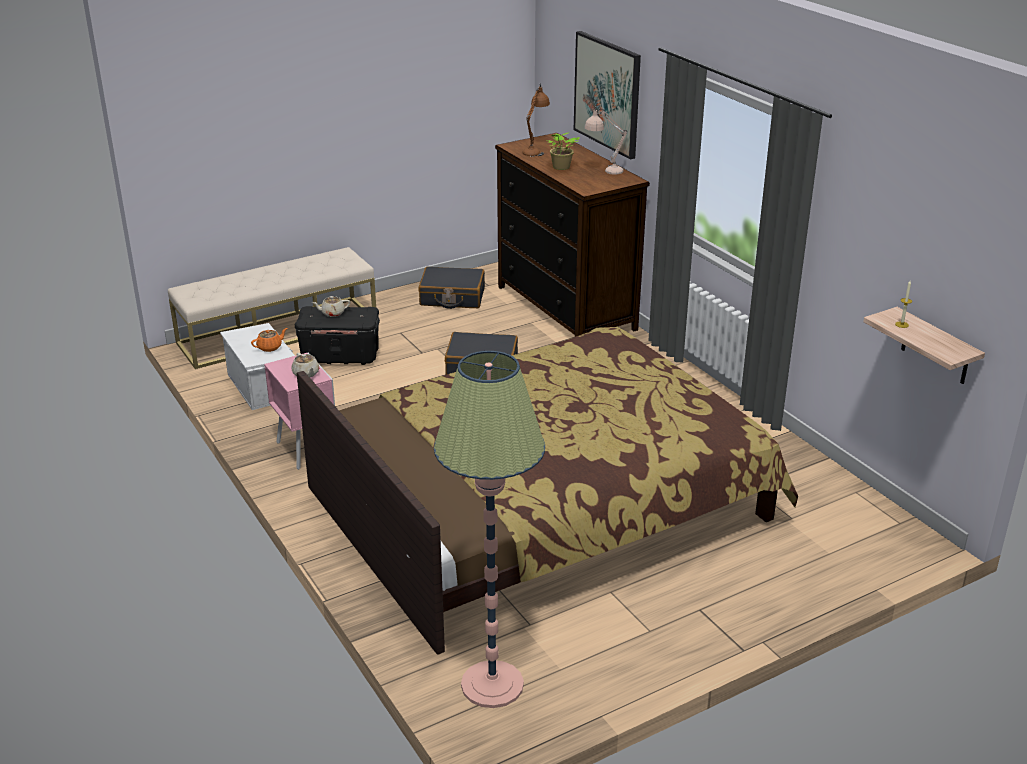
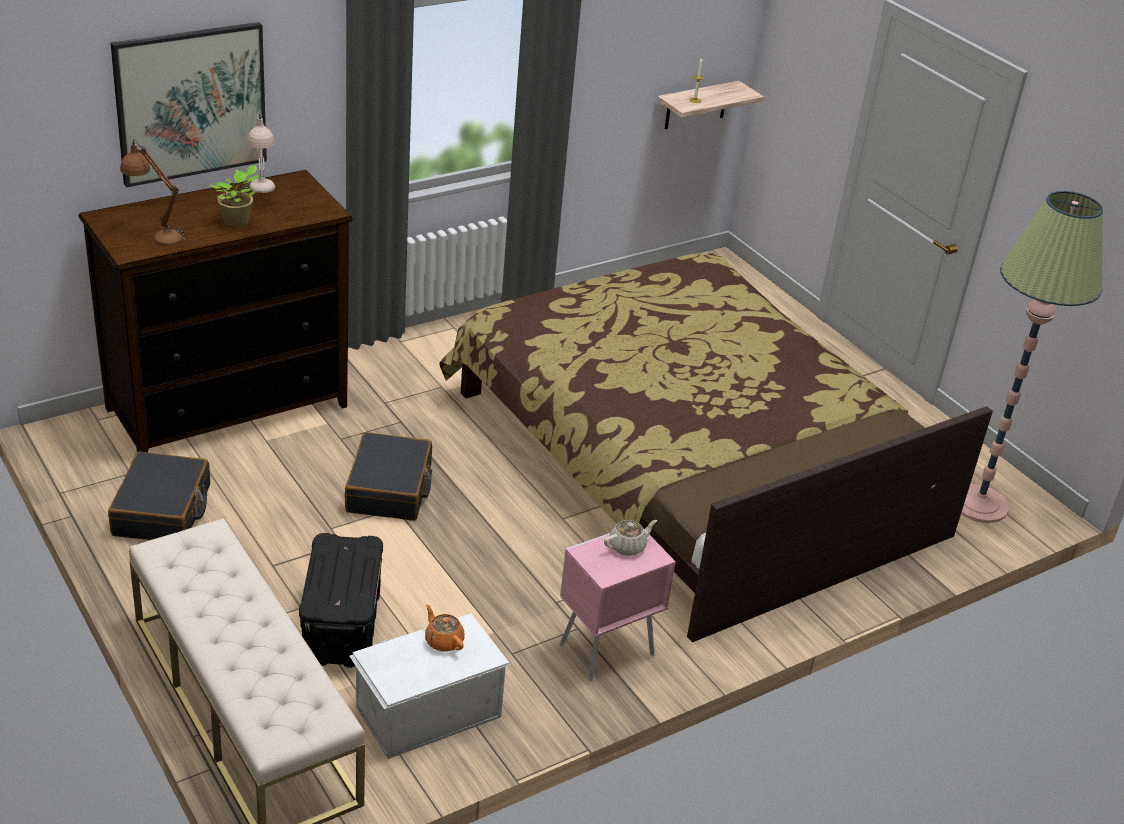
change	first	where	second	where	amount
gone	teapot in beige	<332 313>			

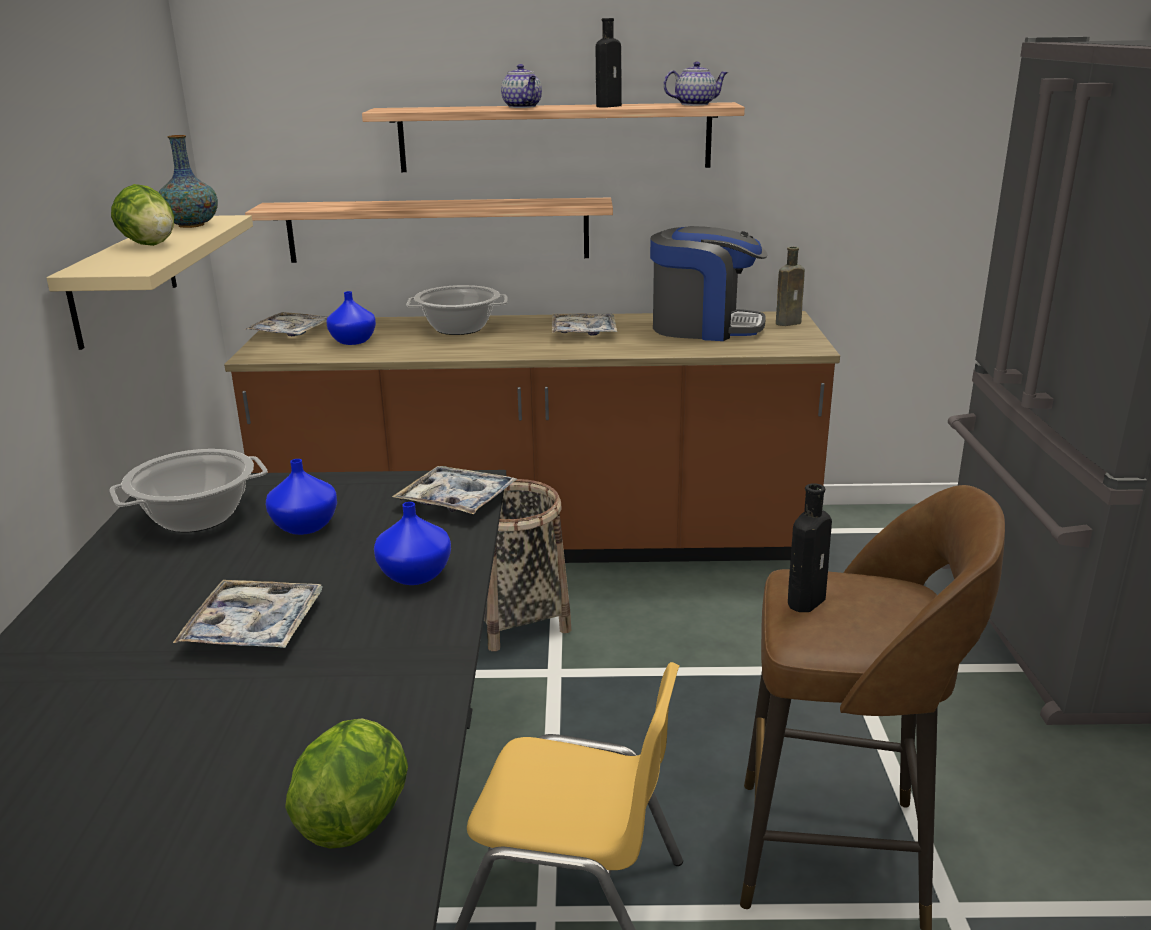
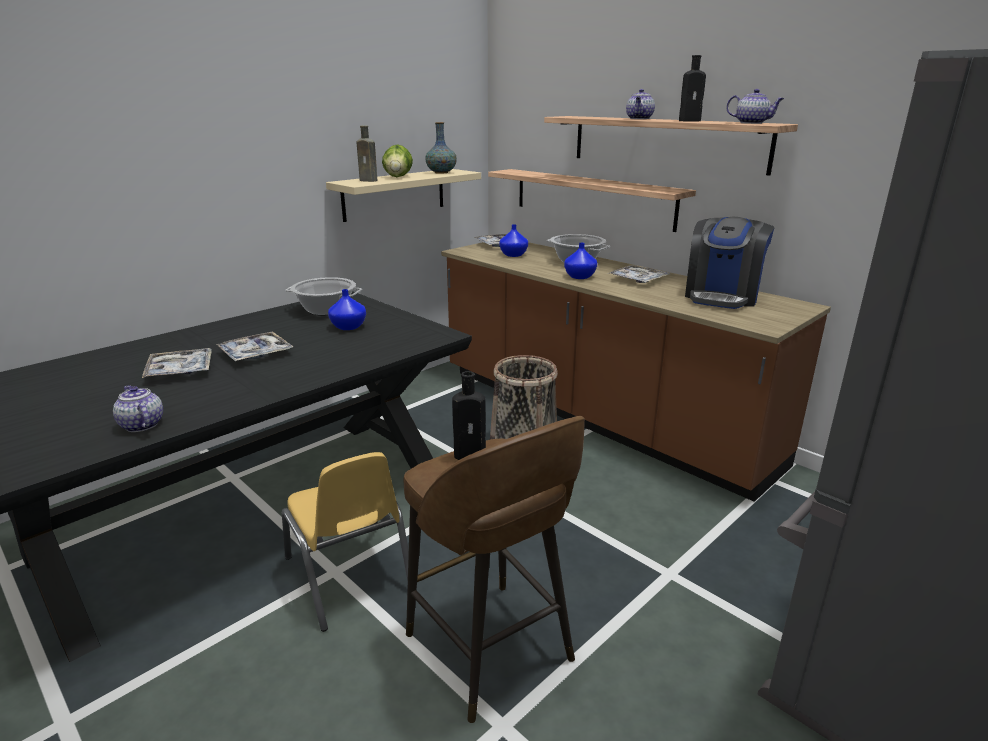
change	first	where	second	where	amount
swapped	lettuce	<356 817>	teapot	<141 425>	
shifted	tray	<456 500>		<180 370>	
shifted	bottle in brown	<790 322>		<369 180>	
shifted	vase in blue	<414 574>		<580 276>	
rotated	coffee machine	<704 327>		<722 296>	60 degrees clockwise

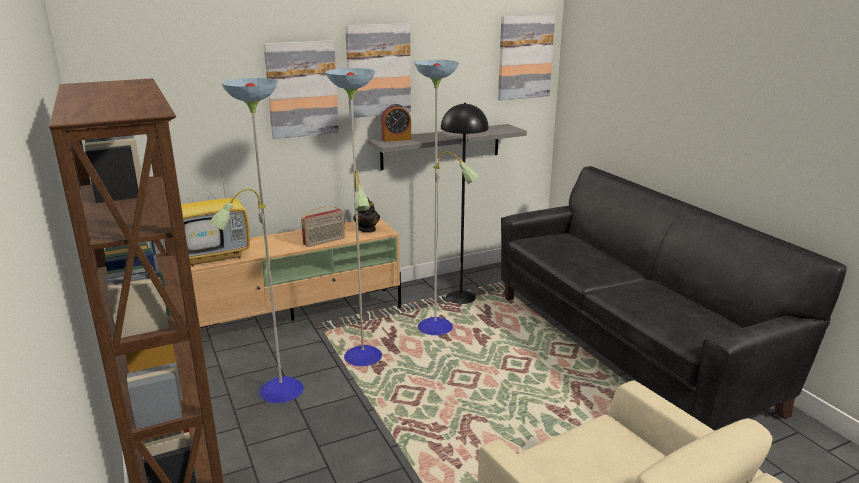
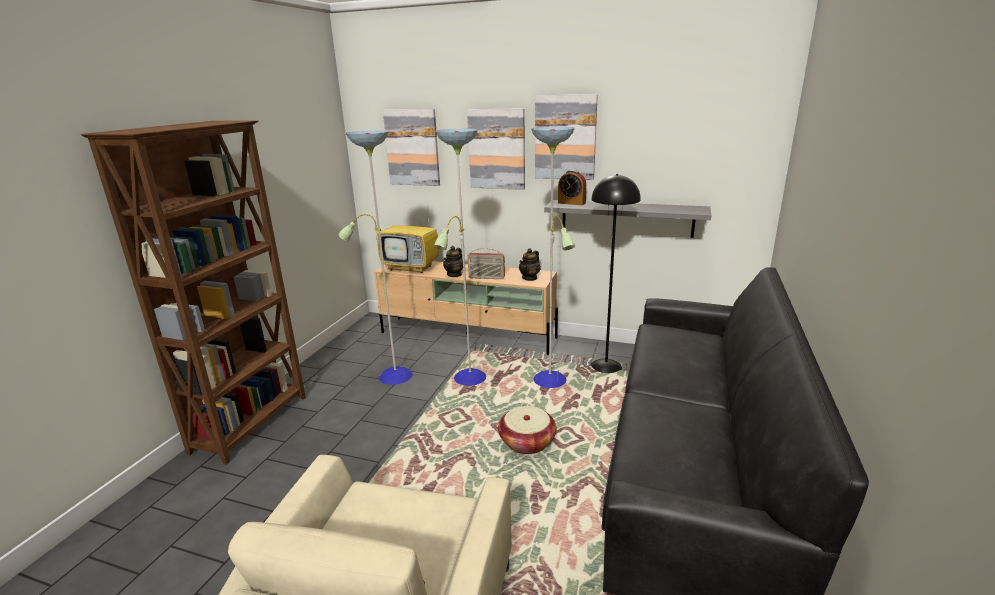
change	first	where	second	where	amount
shifted	picture	<525 57>		<412 147>	
new			teapot	<454 274>	
new			basket	<527 442>	

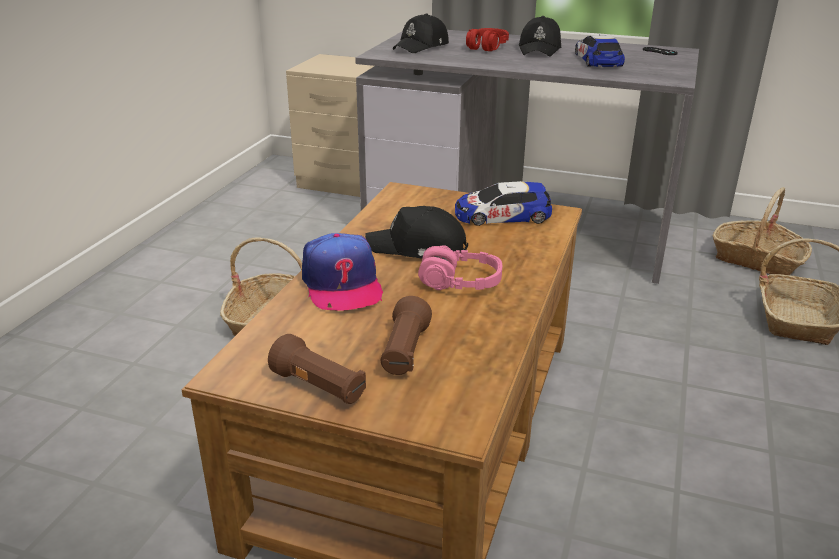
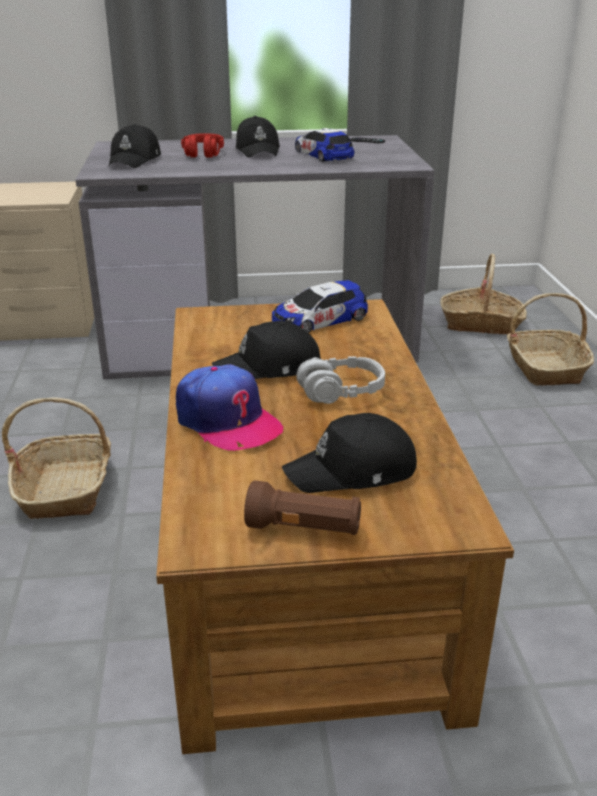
change	first	where	second	where	amount
swapped	flashlight in brown	<404 352>	cap in black	<353 471>	
repainted	headphones in pink	<460 282>	headphones in grey	<341 391>	

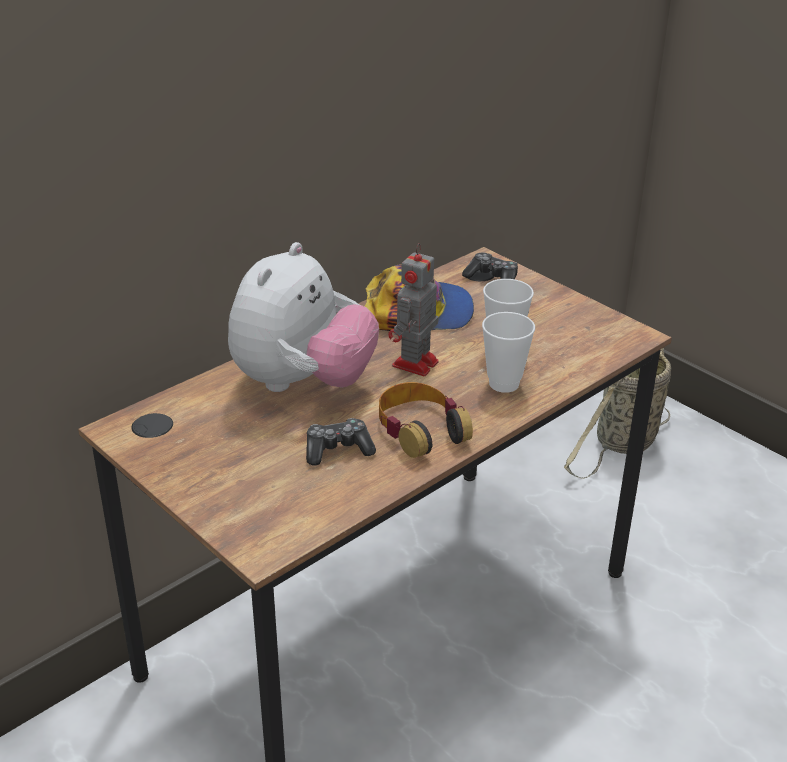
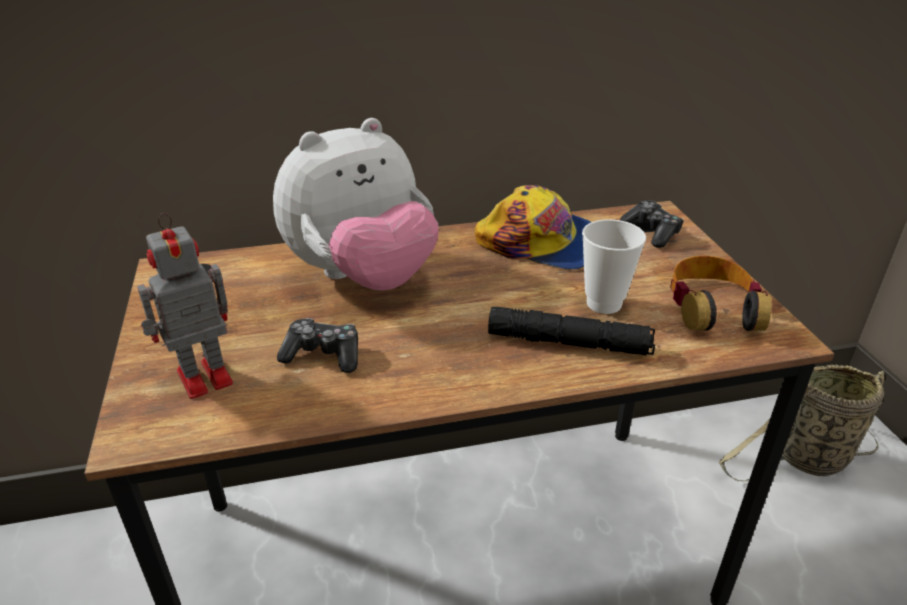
change	first	where	second	where	amount
shifted	toy robot	<414 365>		<201 378>	
swapped	cup	<504 384>	flashlight in black	<569 343>	
shifted	headphones	<420 429>		<712 306>	

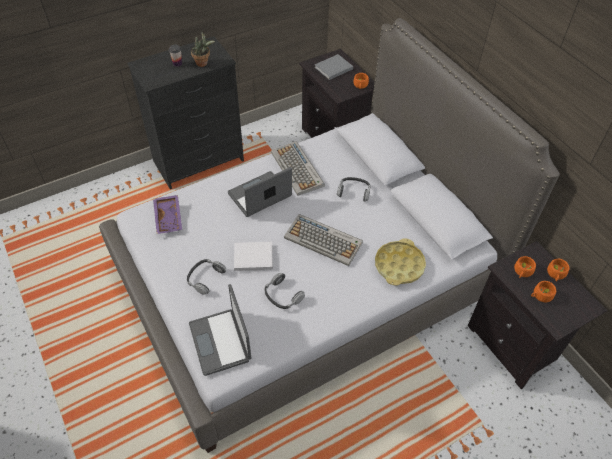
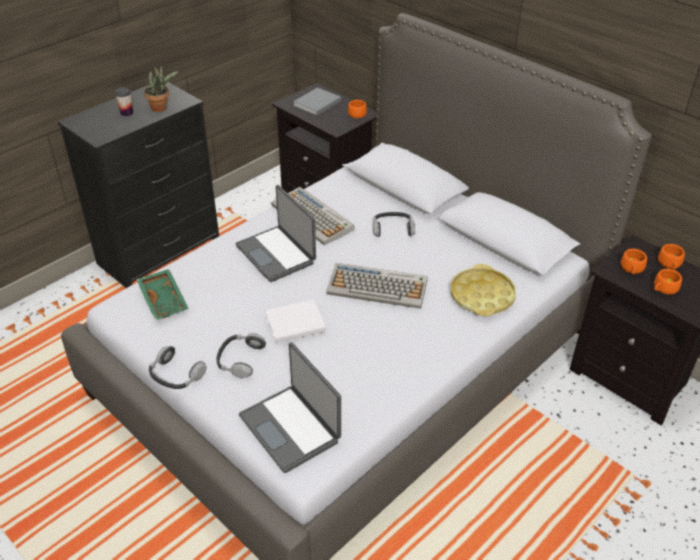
change	first	where	second	where	amount
repainted	tray in purple	<169 218>	tray in green	<164 300>	
shifted	headphones	<282 295>		<176 375>	
rotated	laptop	<260 196>		<277 254>	75 degrees counterclockwise

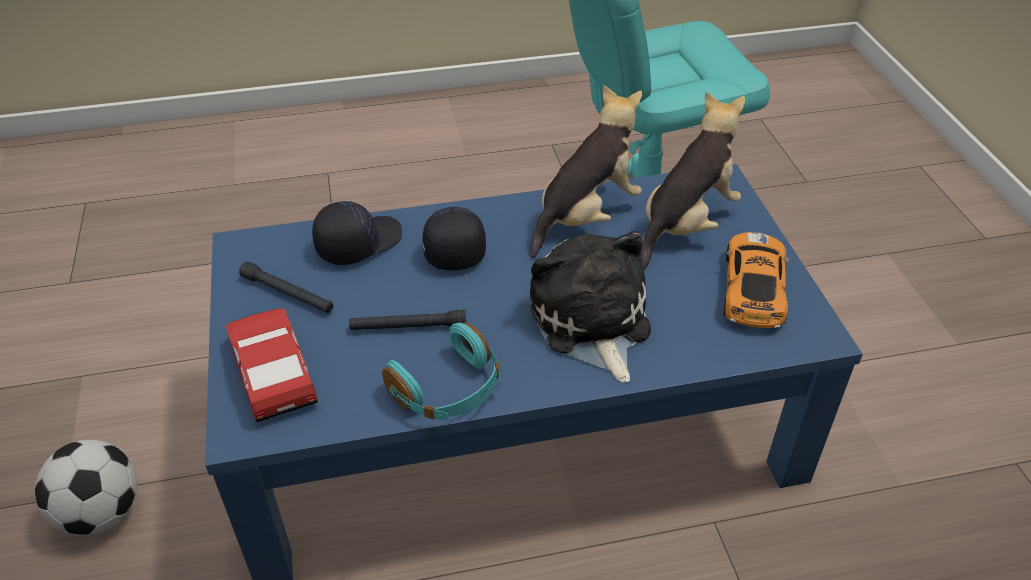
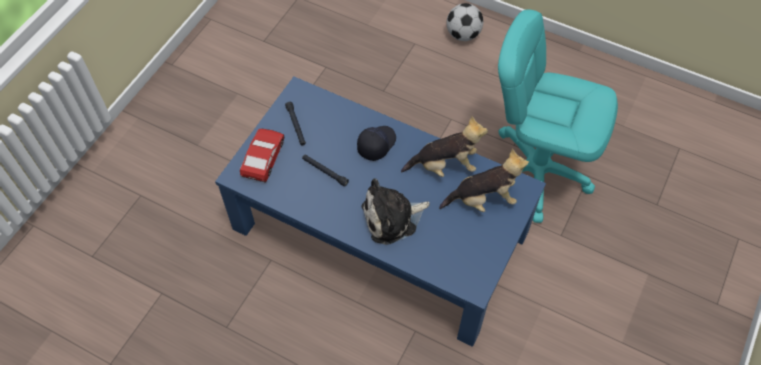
change	first	where	second	where	amount
rotated	plush toy	<591 323>		<392 218>	135 degrees counterclockwise
shifted	football	<101 514>		<463 35>	
gone	cap in black	<358 242>			
gone	headphones in turquoise	<449 390>			
gone	toy car	<753 289>			

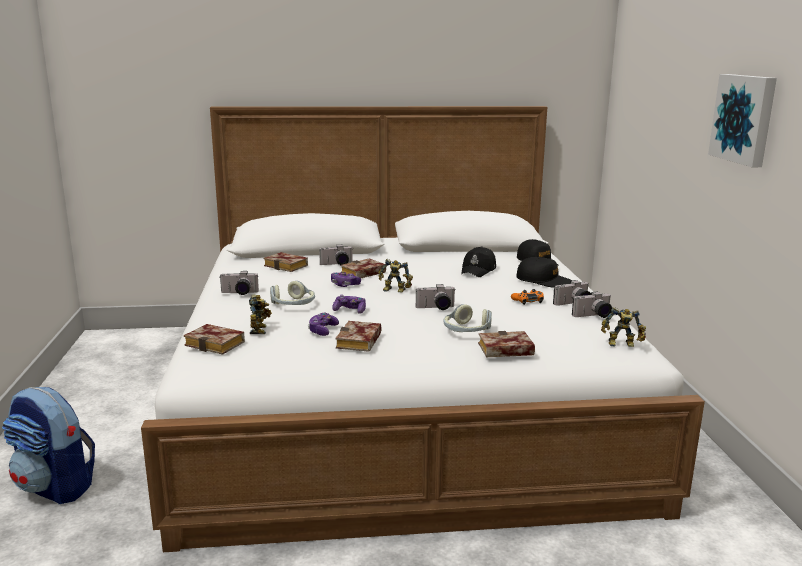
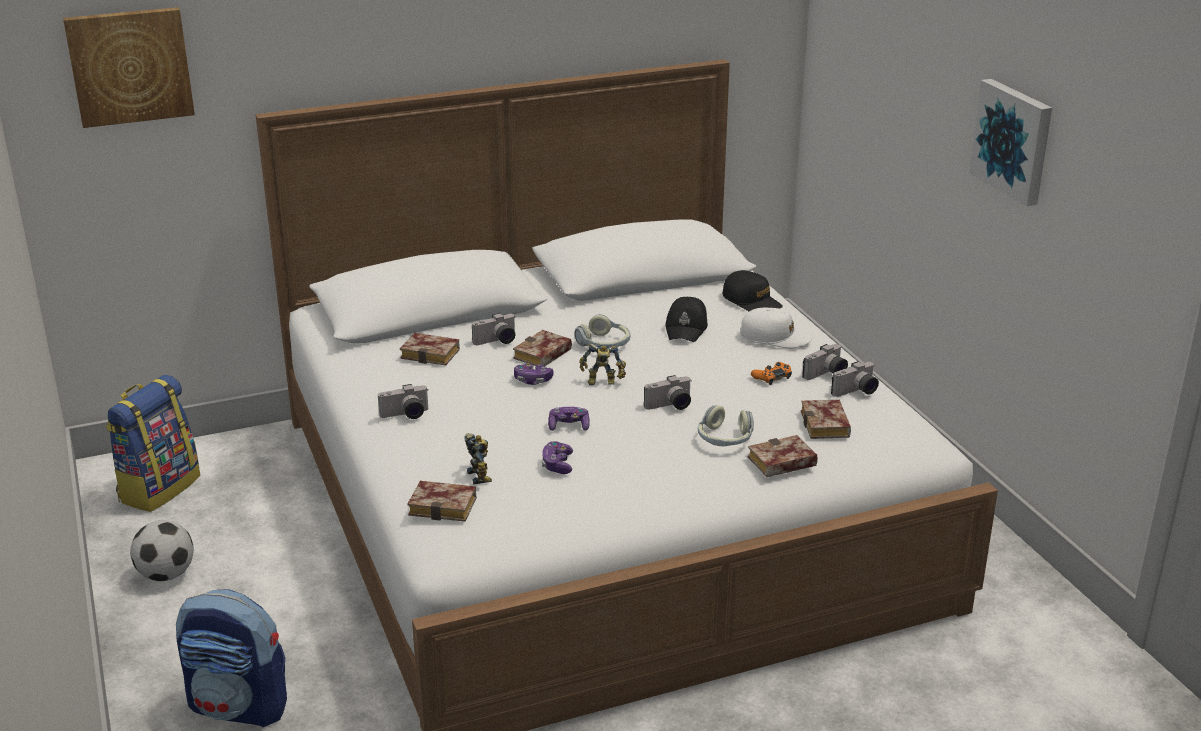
change	first	where	second	where	amount
new			picture	<130 66>	
new			backpack	<159 488>	
new			football	<166 575>	
shifted	headphones	<293 304>		<604 344>	
repainted	cap in black	<543 281>	cap in white	<775 337>	
shifted	book	<360 342>		<827 426>	
gone	toy robot	<622 345>			

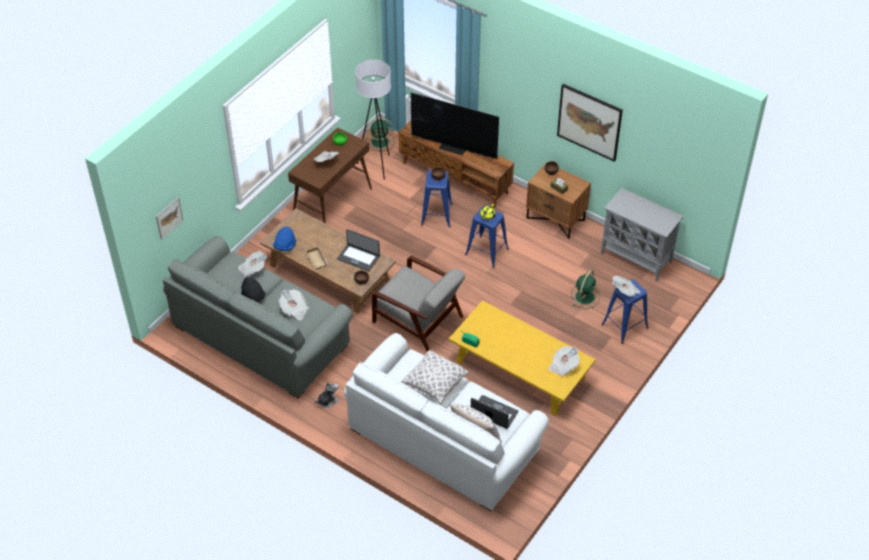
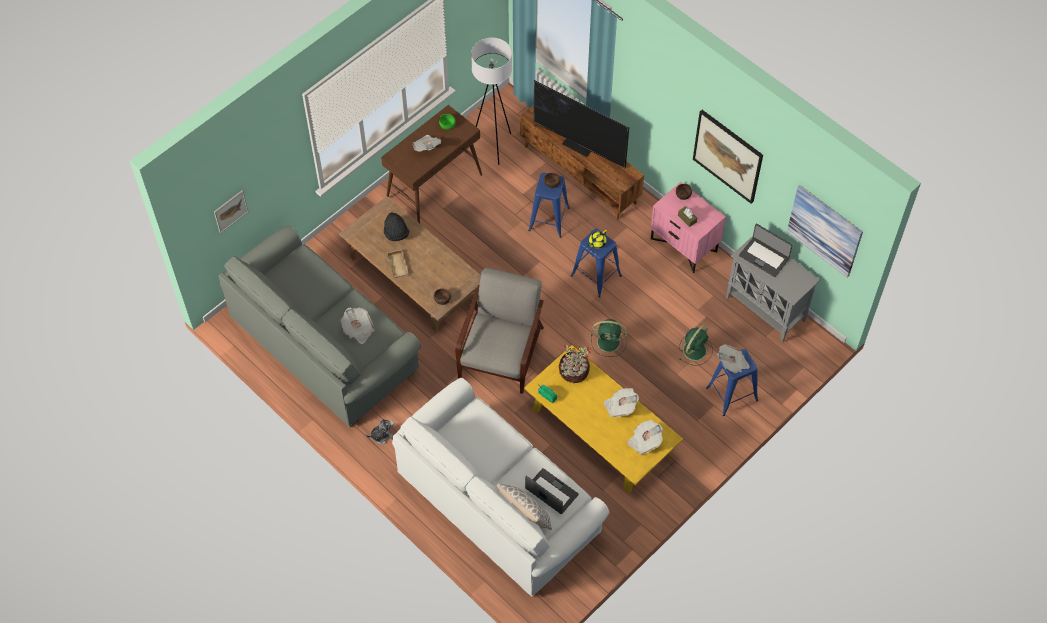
change	first	where	second	where	amount
shifted	hat in black	<253 297>		<396 233>	
rotated	armchair in grey	<419 320>		<502 351>	120 degrees counterclockwise
new			potted plant	<573 372>	
shifted	fan in green	<381 142>		<609 342>	
shifted	newspaper	<253 269>		<620 406>	
repainted	nightstand in brown	<556 219>	nightstand in pink	<684 245>	
shifted	laptop	<358 257>		<764 257>	
new			picture	<824 230>	
gone	hat in blue	<285 246>			
gone	pillow	<435 383>			

